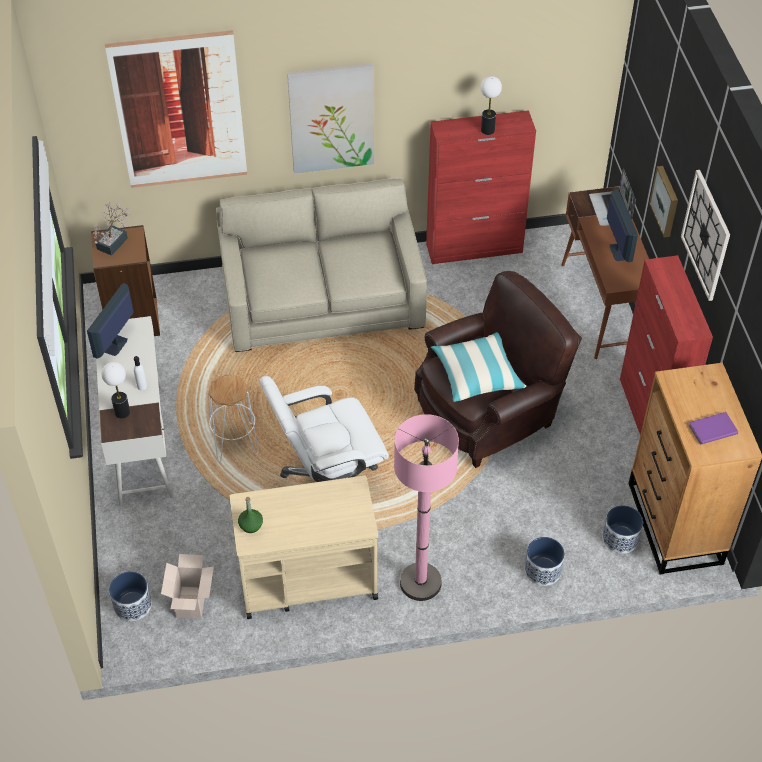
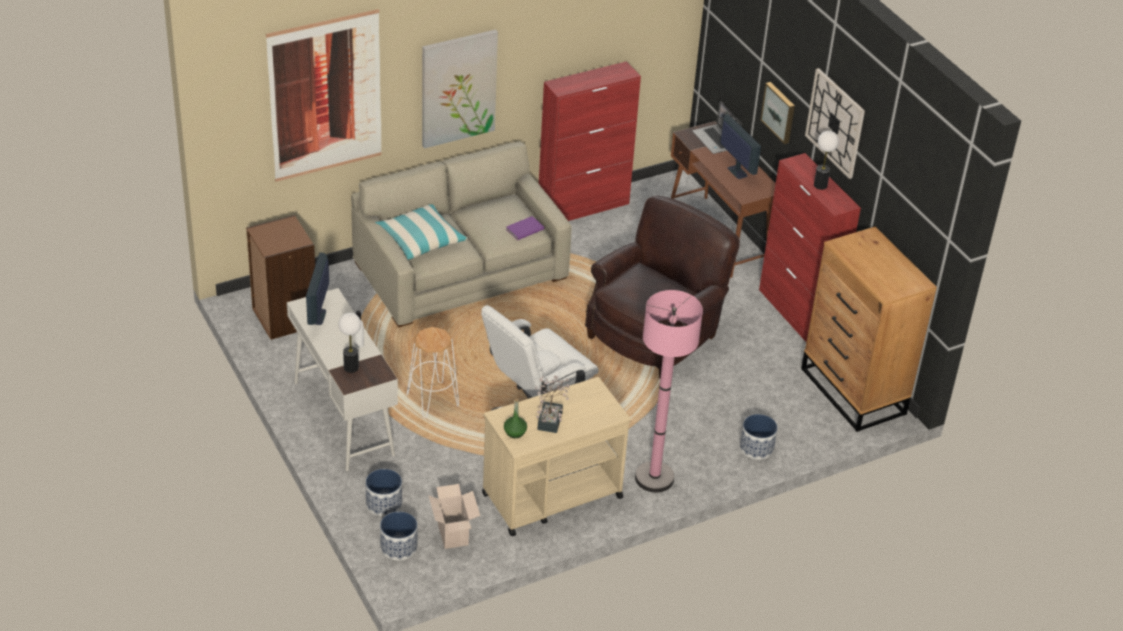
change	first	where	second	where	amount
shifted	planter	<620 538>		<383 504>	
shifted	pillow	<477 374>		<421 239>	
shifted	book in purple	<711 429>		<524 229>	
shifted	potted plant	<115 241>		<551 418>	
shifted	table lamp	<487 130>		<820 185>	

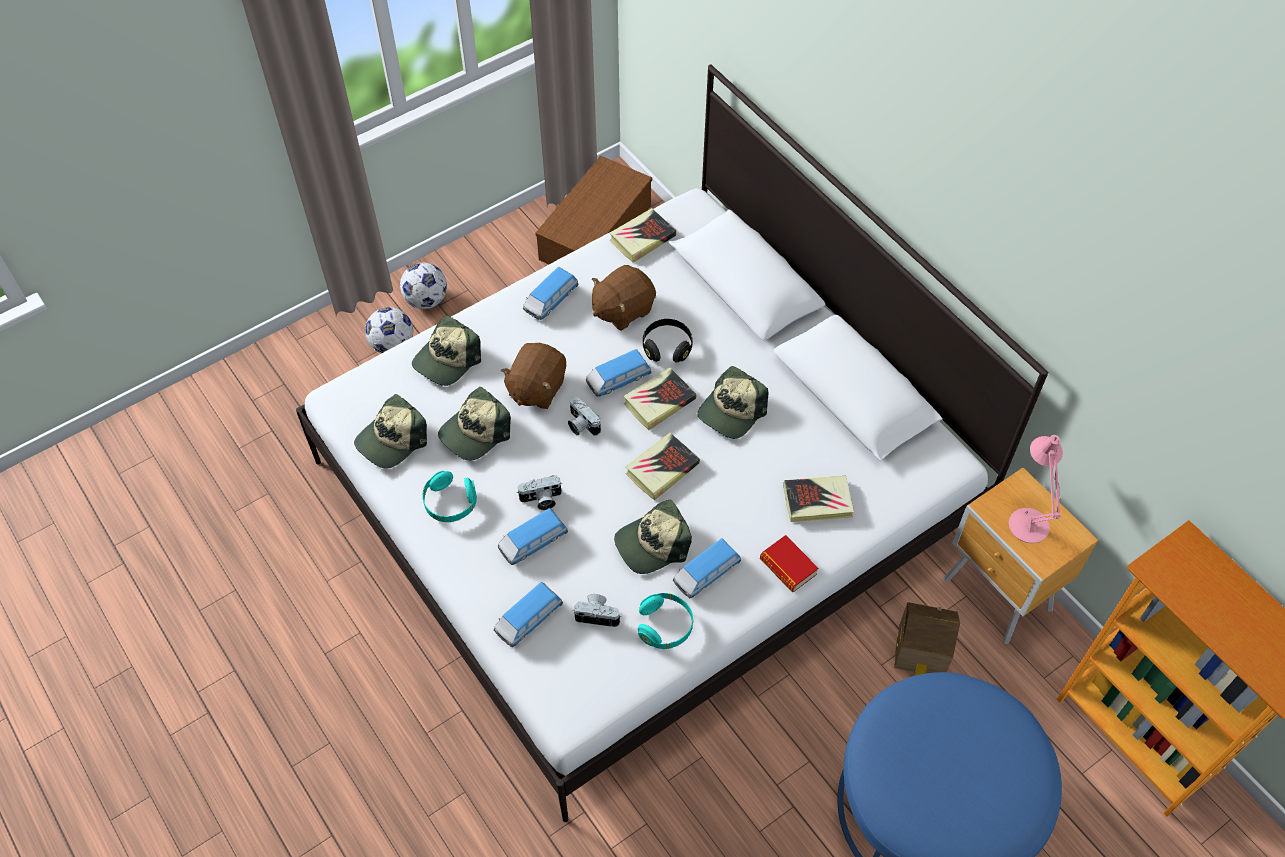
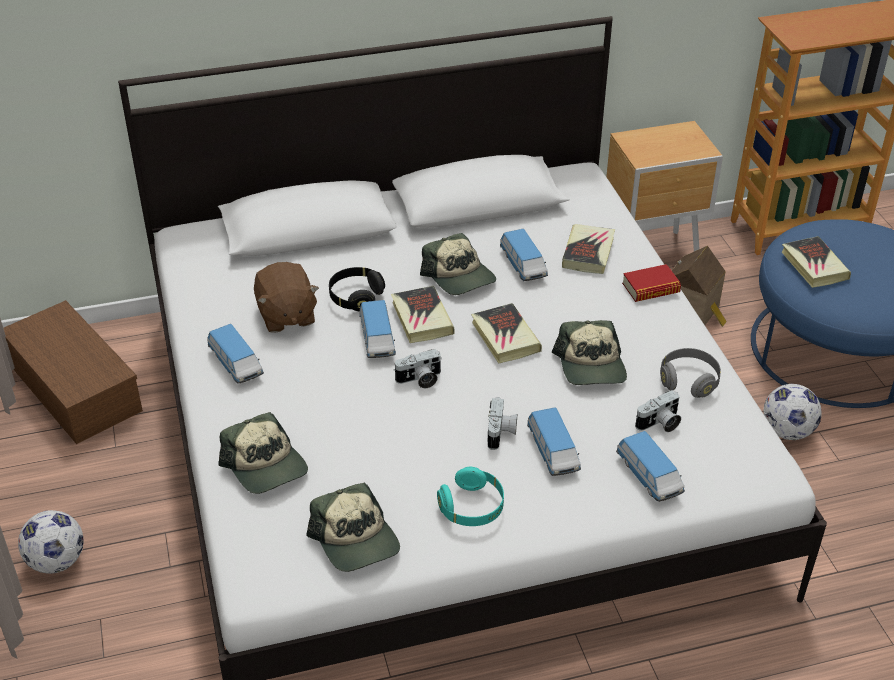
change	first	where	second	where	amount
shifted	toy car	<706 573>		<523 265>	
rotated	photo camera	<598 614>		<659 424>	150 degrees counterclockwise
repainted	headphones in turquoise	<665 626>	headphones in grey	<689 381>	
shifted	football	<393 345>		<787 431>	
shifted	book	<642 238>		<814 266>	
gone	cap	<475 432>			
gone	plush toy in brown	<536 388>			
gone	table lamp in pink	<1027 520>			

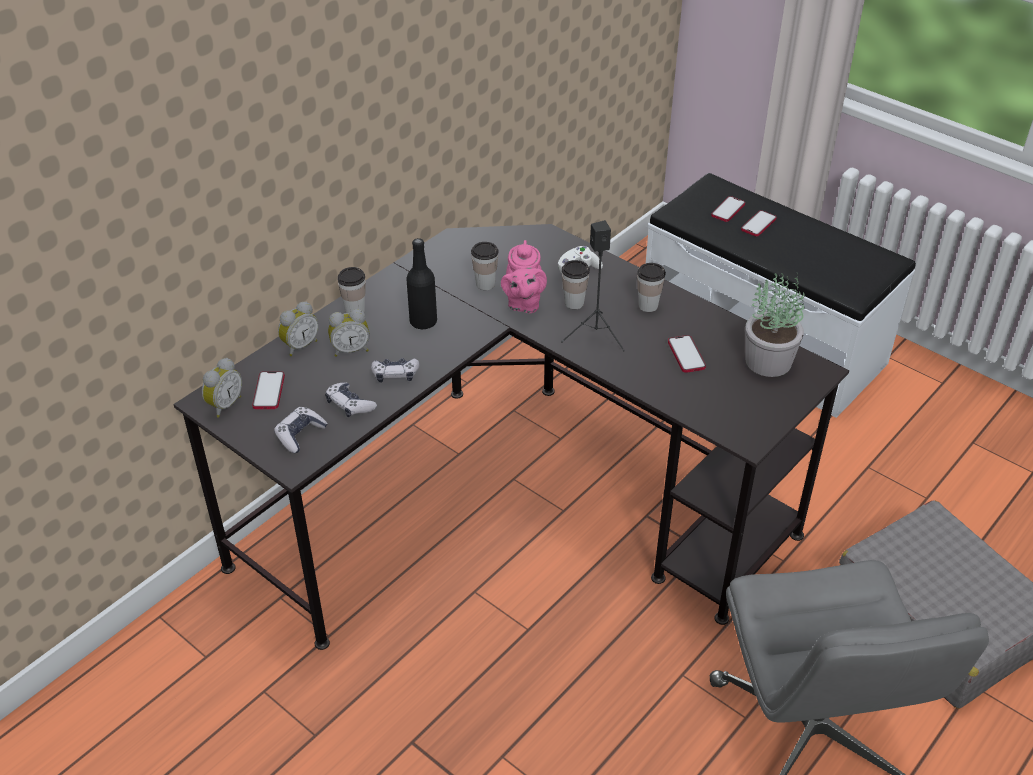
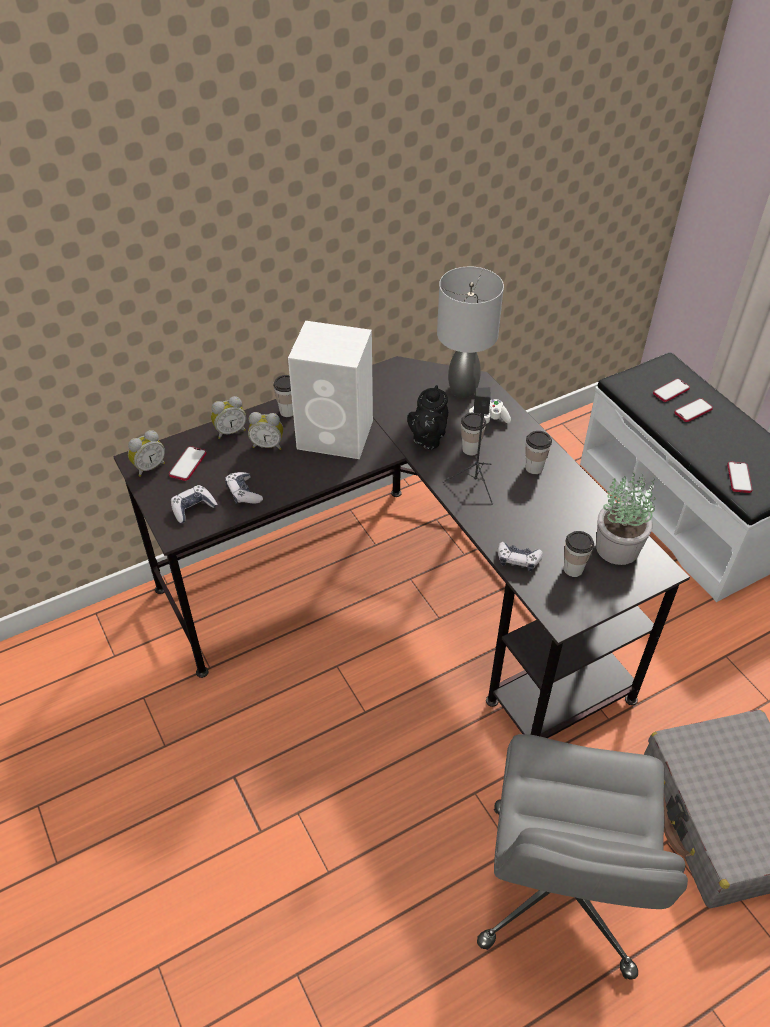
change	first	where	second	where	amount
swapped	bottle in black	<423 322>	speaker in white	<337 435>	
repainted	teapot in pink	<523 303>	teapot in black	<427 439>	
new			table lamp in grey	<463 390>	
shifted	game controller	<395 374>		<518 560>	
shifted	cup	<485 284>		<573 569>	
shifted	phone	<686 355>		<739 478>	

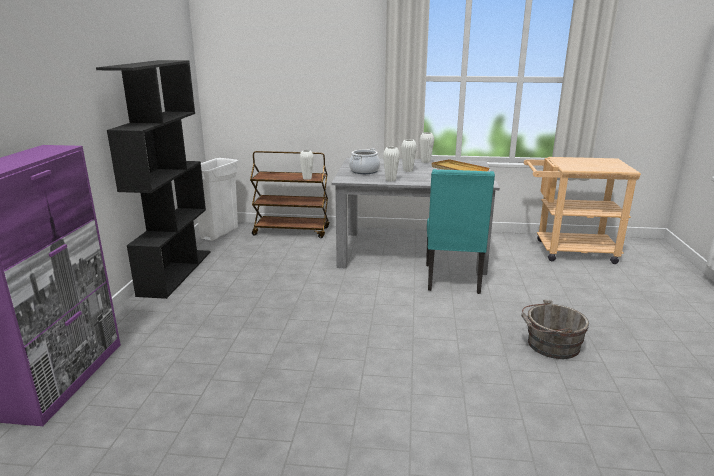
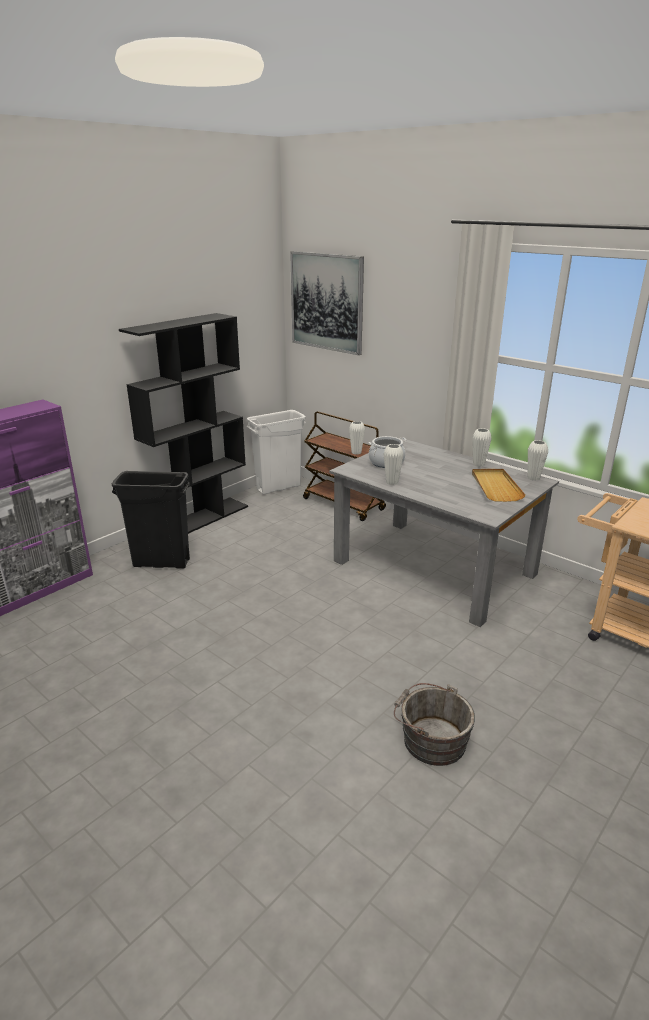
change	first	where	second	where	amount
new			trash can in black	<161 563>	
new			picture	<327 302>	
shifted	vase in white	<408 170>		<533 478>	
gone	chair in turquoise	<453 280>			

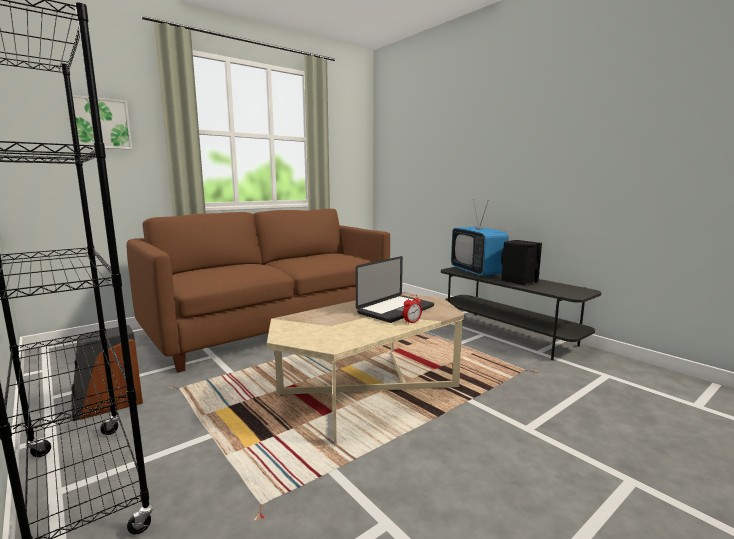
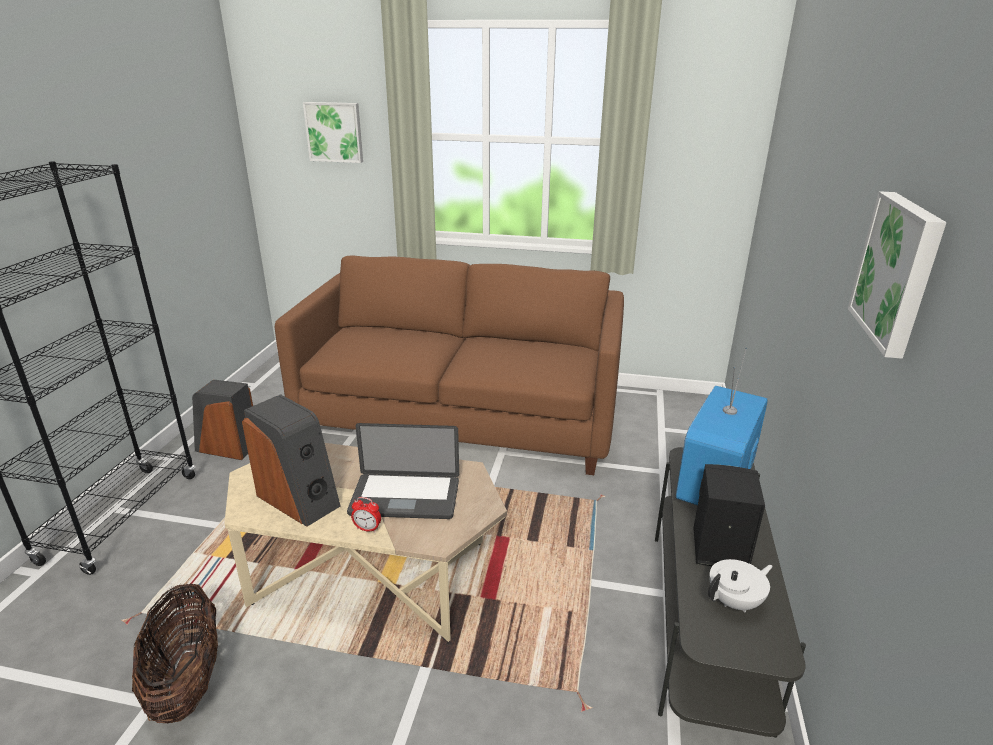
change	first	where	second	where	amount
new			basket	<187 680>	
new			speaker	<299 499>	
new			teapot in white	<735 601>	
new			picture	<899 271>	

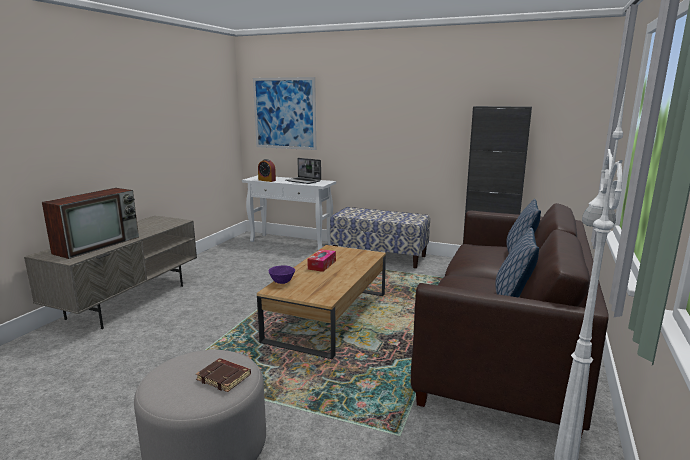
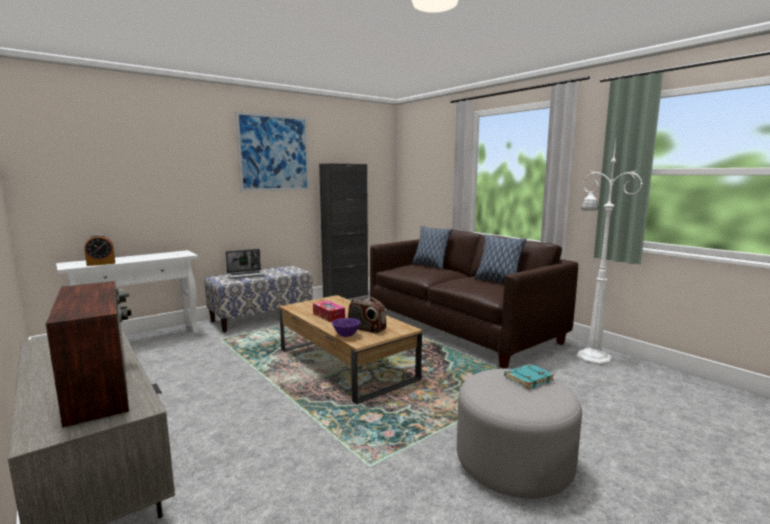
change	first	where	second	where	amount
shifted	laptop	<303 181>		<246 275>	
shifted	picture	<284 113>		<274 153>	
new			radio	<366 329>	
repainted	book in brown	<225 378>	book in turquoise	<528 379>	

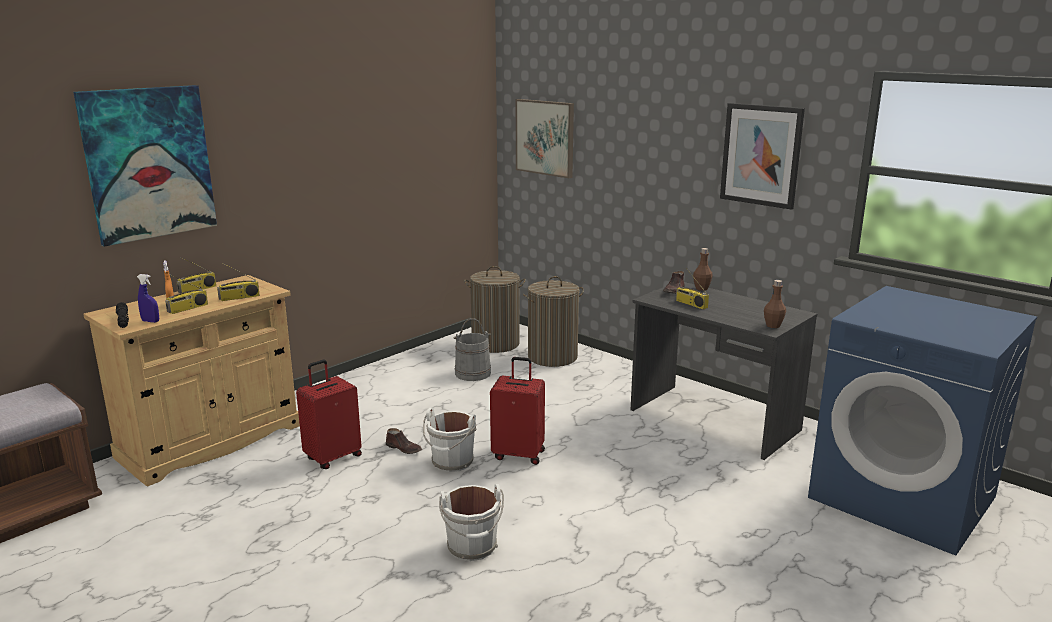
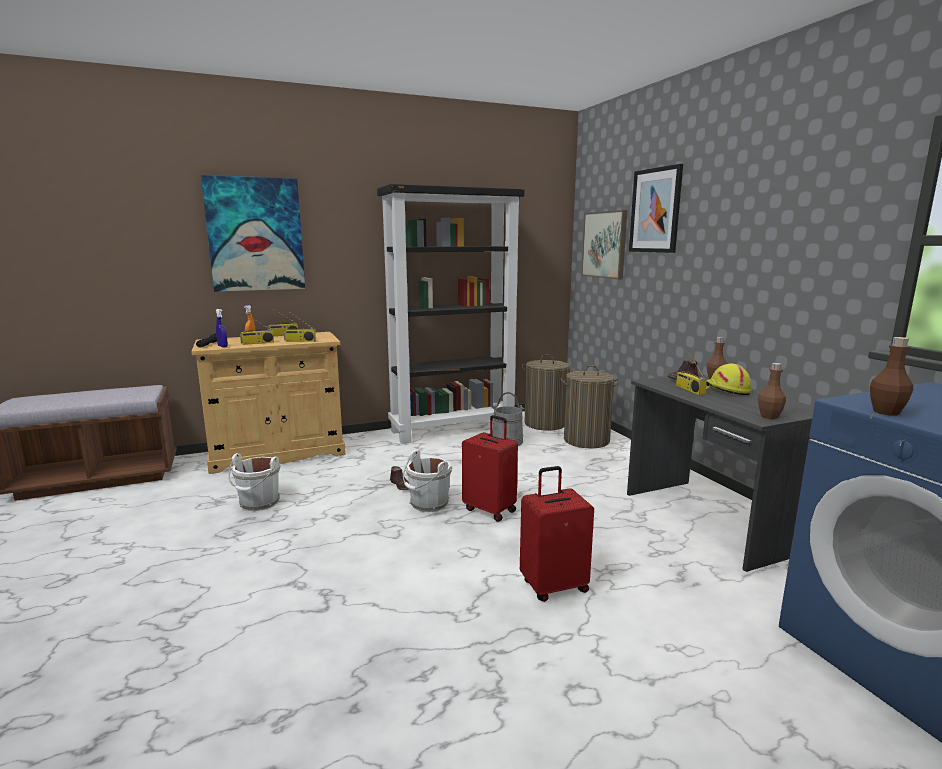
change	first	where	second	where	amount
shifted	bucket in white	<472 548>		<259 503>	
new			bookcase in black	<453 429>	
shifted	suitcase in red	<332 457>		<553 586>	
shifted	picture	<761 155>		<655 210>	
new			hard hat in yellow	<726 390>	
new			bottle in brown	<886 412>	

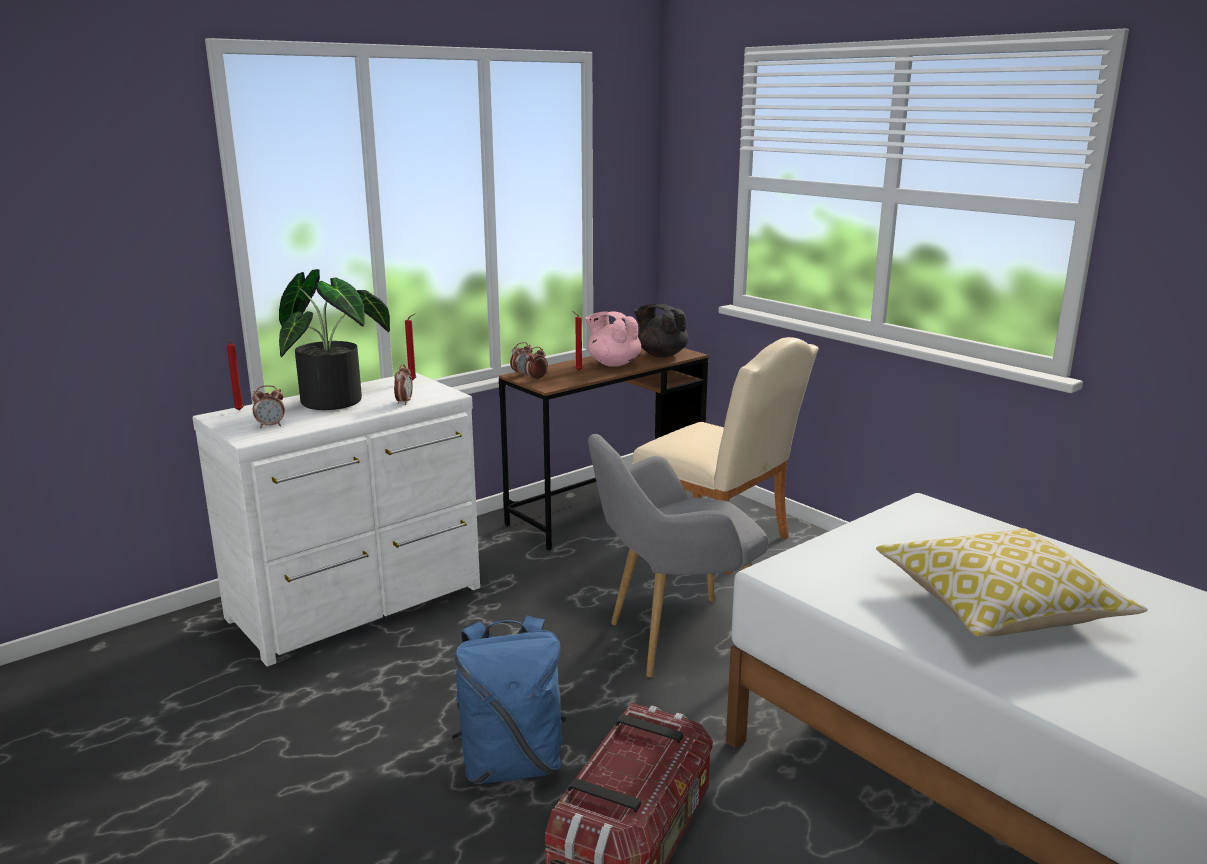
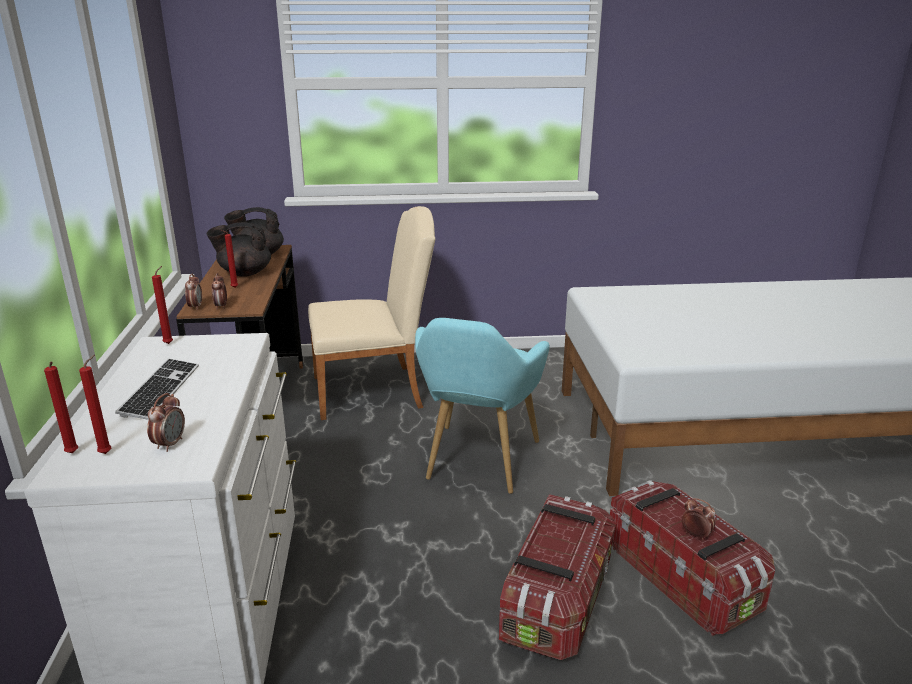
change	first	where	second	where	amount
new			candle in red	<107 453>	
swapped	potted plant	<339 401>	keyboard	<160 390>	
repainted	teapot in pink	<613 363>	teapot in black	<244 273>	
repainted	armchair in grey	<673 640>	armchair in turquoise	<477 464>	
swapped	backpack in blue	<511 764>	storage box	<558 601>	
shifted	alarm clock	<404 402>		<695 535>	
gone	pillow	<998 607>			

